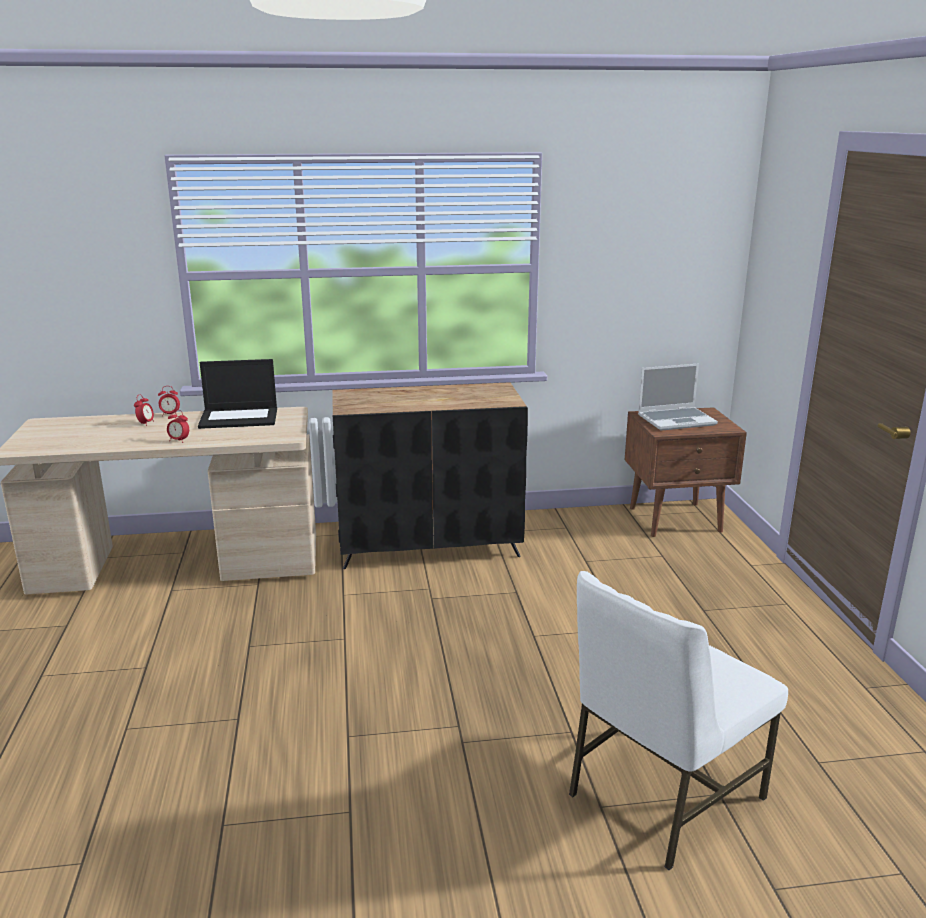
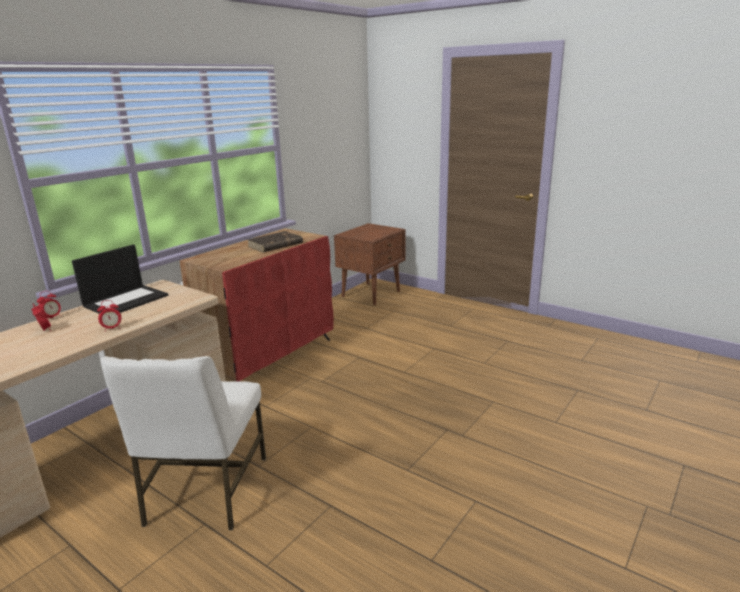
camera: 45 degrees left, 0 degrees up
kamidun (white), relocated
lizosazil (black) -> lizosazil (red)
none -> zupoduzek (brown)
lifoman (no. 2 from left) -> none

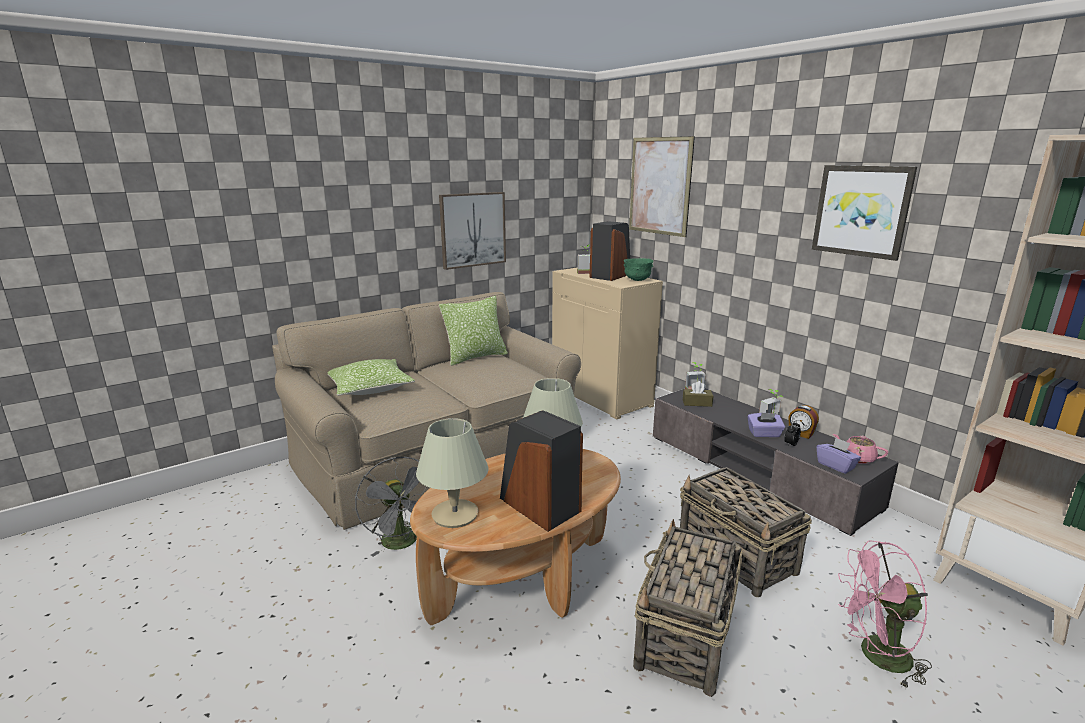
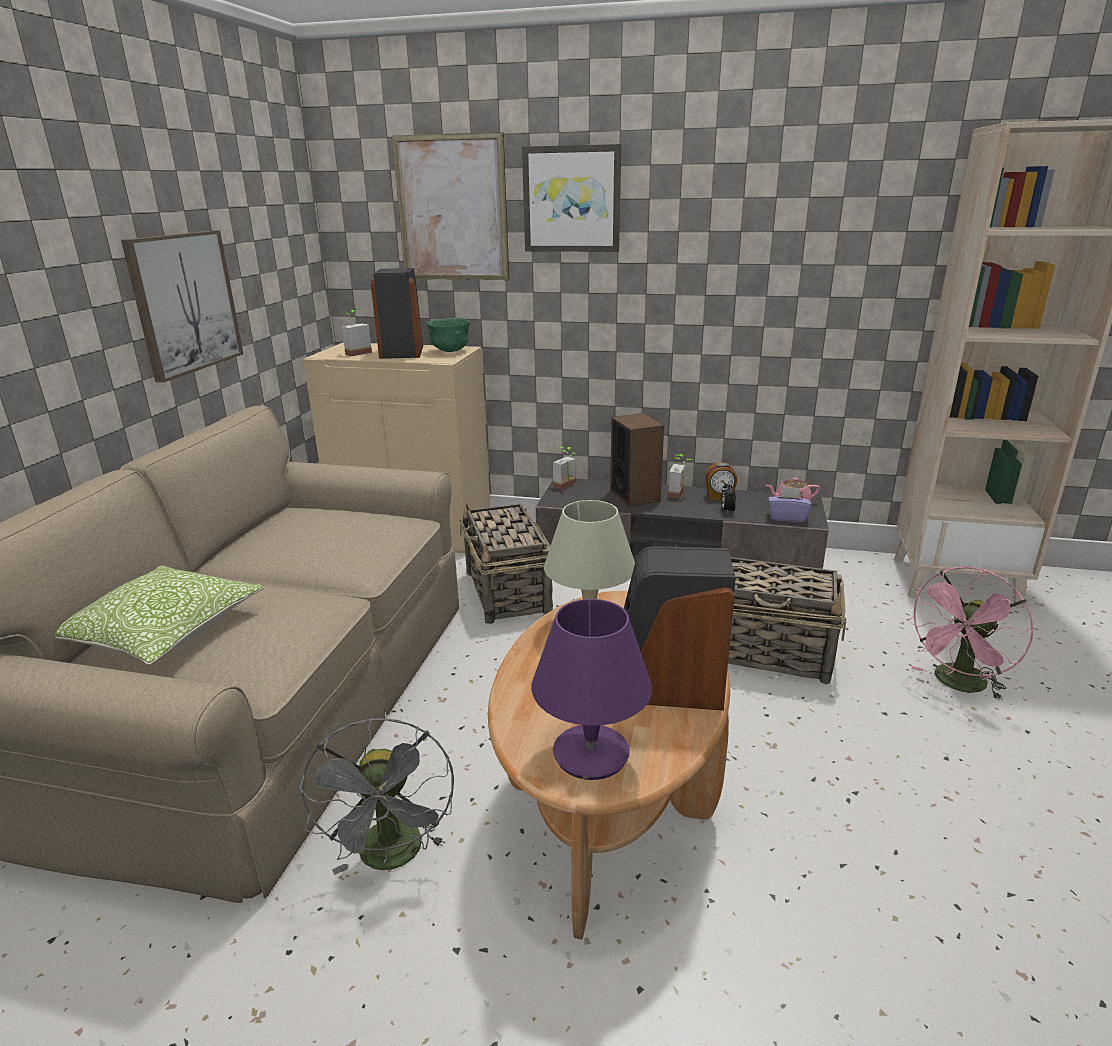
camera: 40 degrees left, 5 degrees up
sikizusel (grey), 60 degrees clockwise
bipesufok (no. 1 from left), relocated
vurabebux (no. 3 from left), relocated
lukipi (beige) (no. 1 from left) -> lukipi (purple)
none -> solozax (no. 2 from left)
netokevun (no. 2 from left) -> none
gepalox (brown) -> none
gepalox (purple) (no. 1 from left) -> none

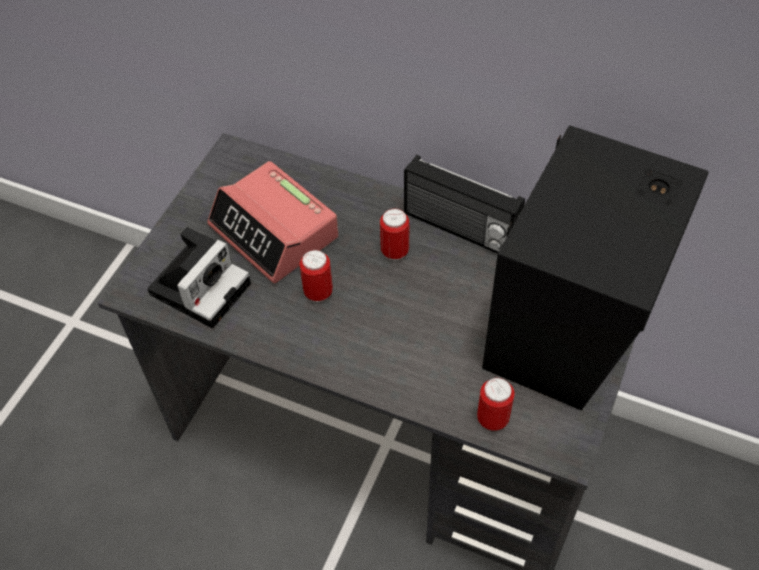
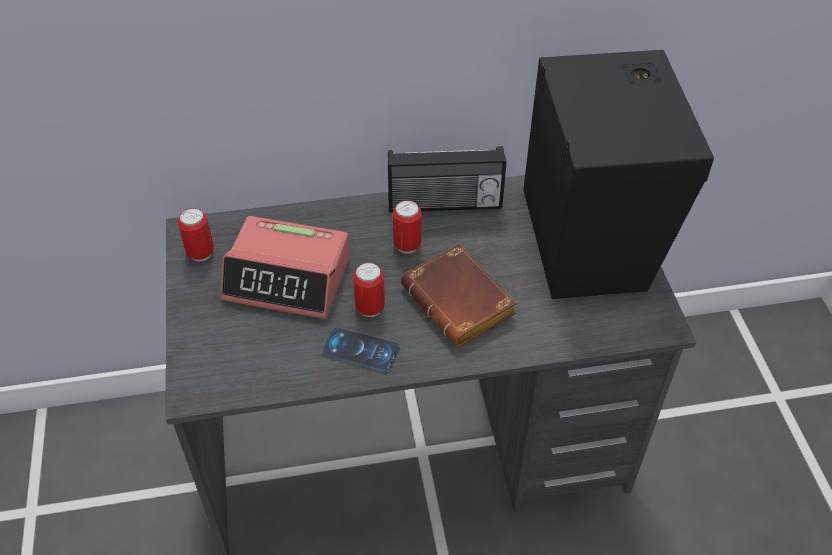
camera: 35 degrees left, 5 degrees down
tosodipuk (no. 3 from left in the first image) -> tosodipuk (no. 1 from left), relocated
none -> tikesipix
none -> zupoduzek (brown)
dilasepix -> none

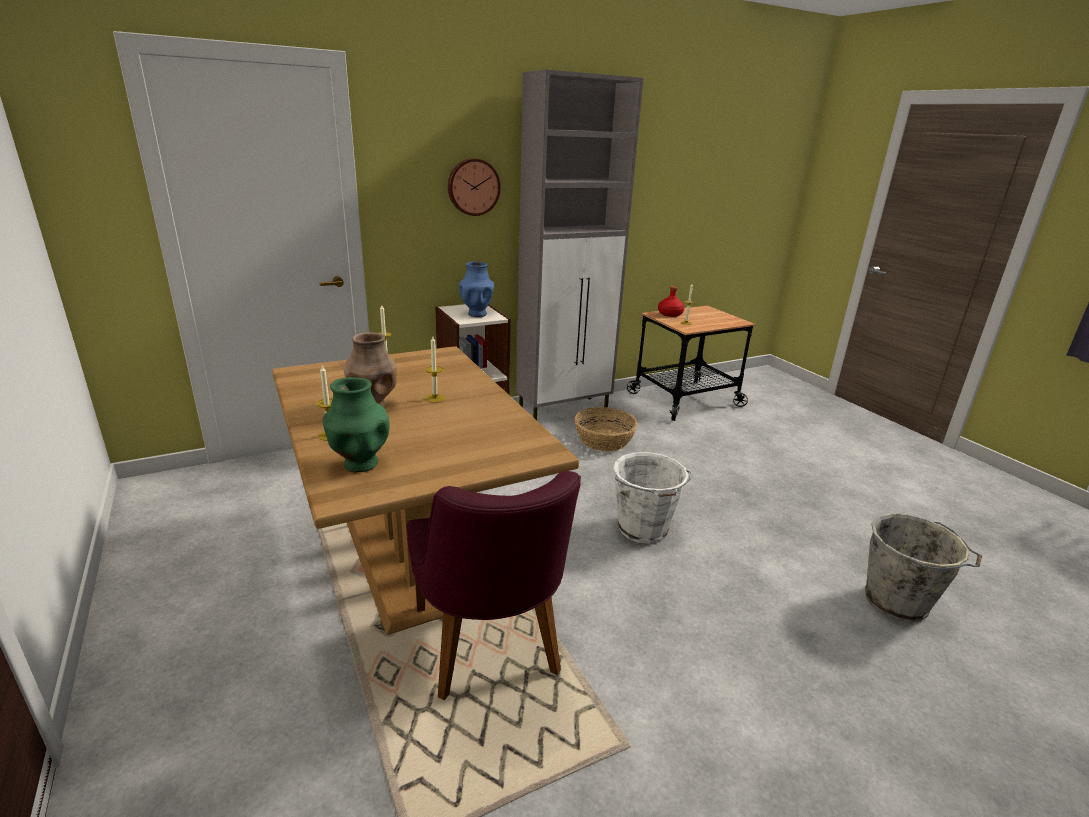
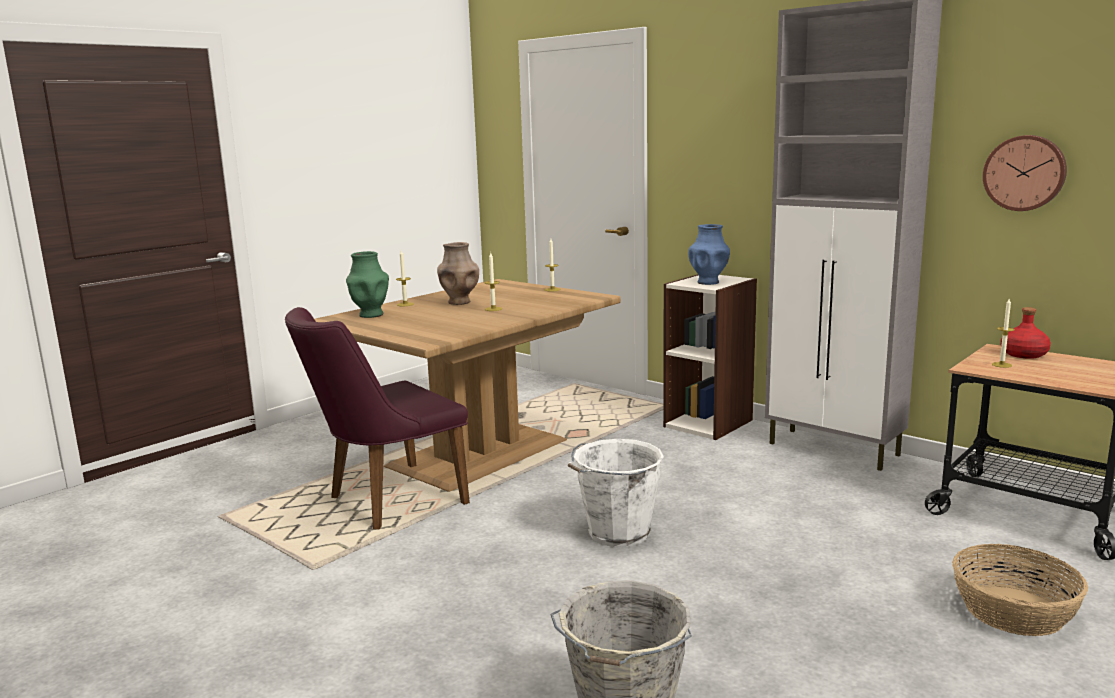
camera: 70 degrees right, 10 degrees down
bipesufok, relocated
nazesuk, relocated

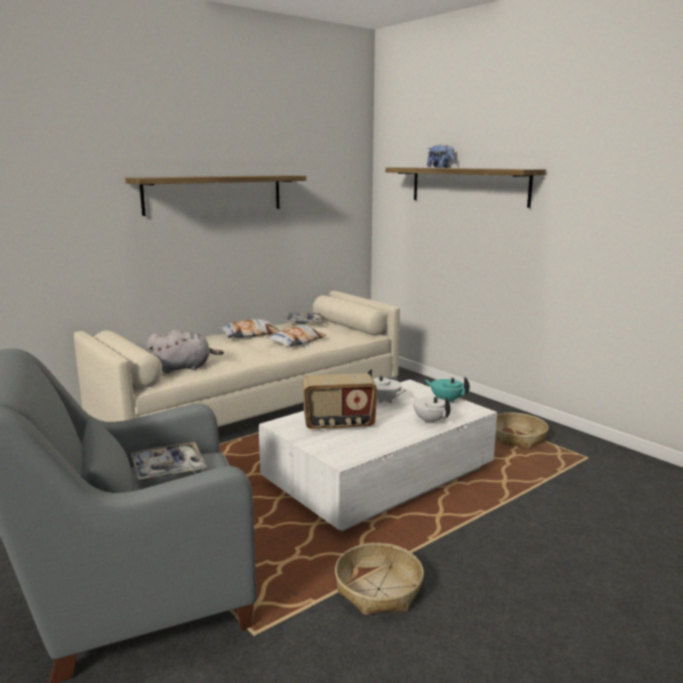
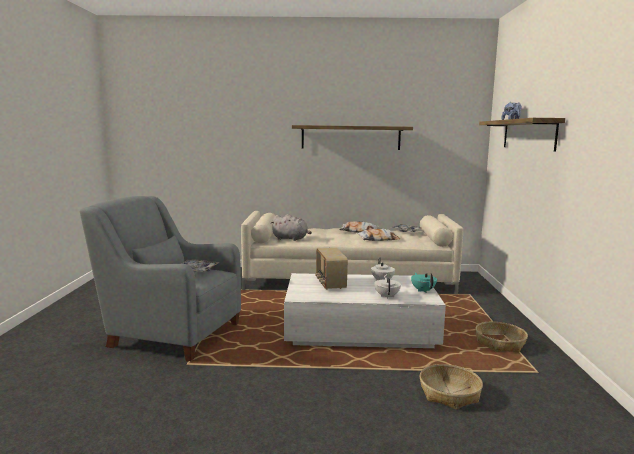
camera: 40 degrees right, 5 degrees down
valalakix, 45 degrees clockwise
bipesufok (no. 1 from left), relocated

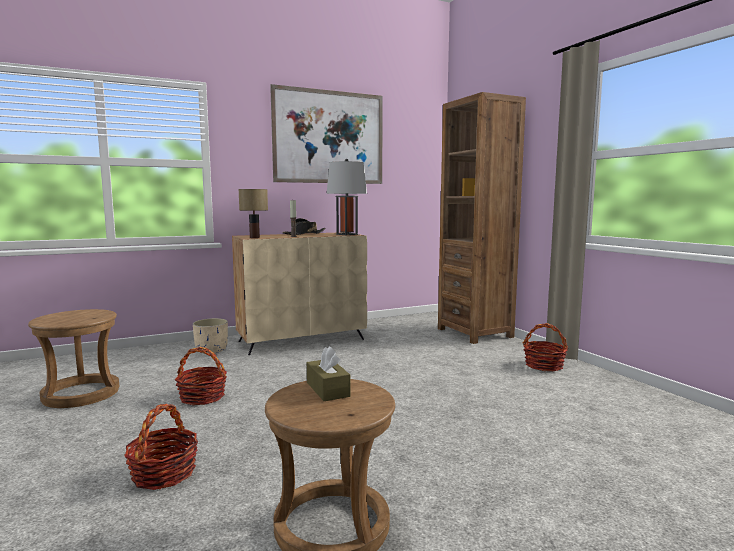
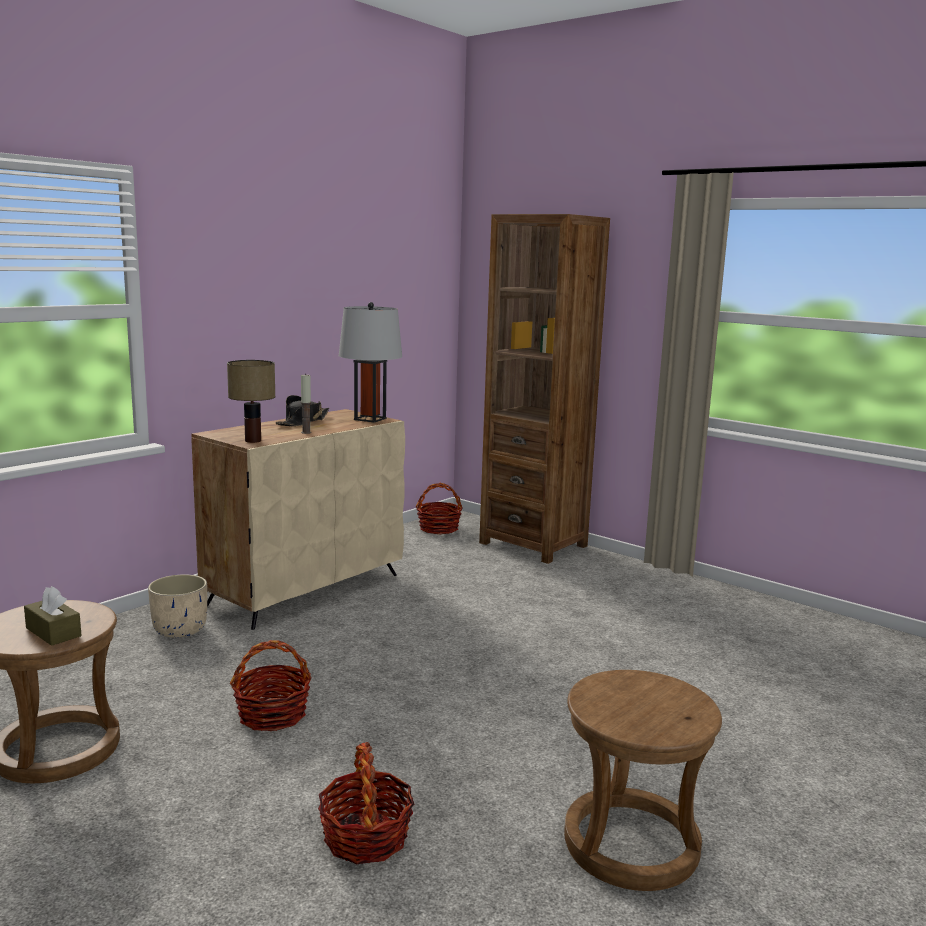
camera: 25 degrees left, 5 degrees up
gepalox (brown), relocated
bipesufok (no. 3 from left), relocated
vurabebux -> none

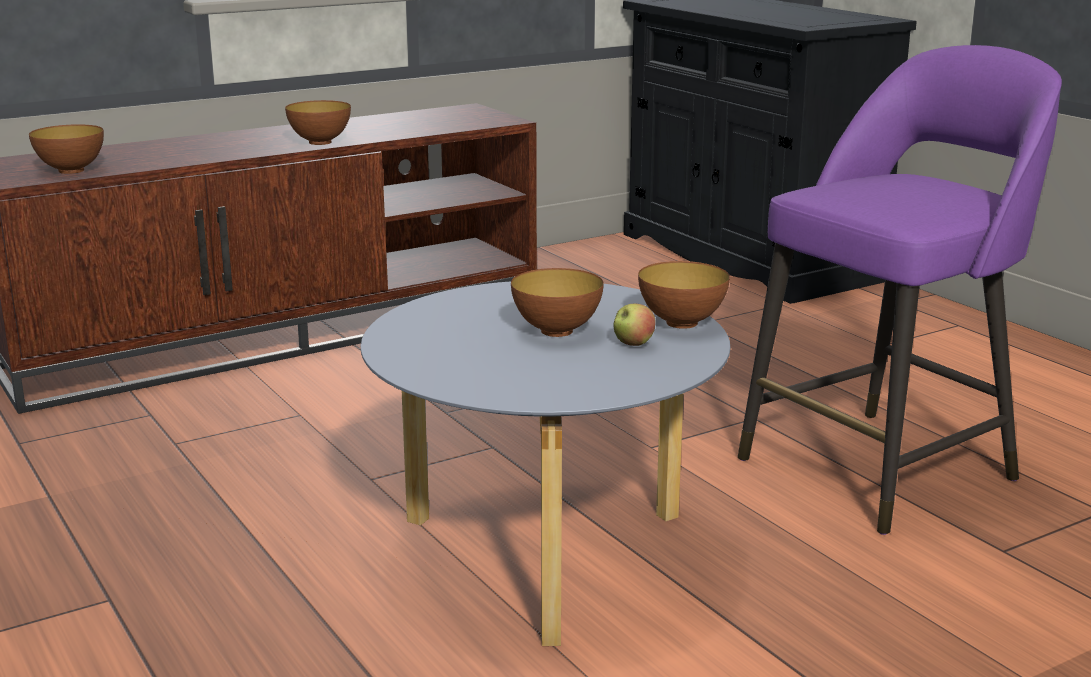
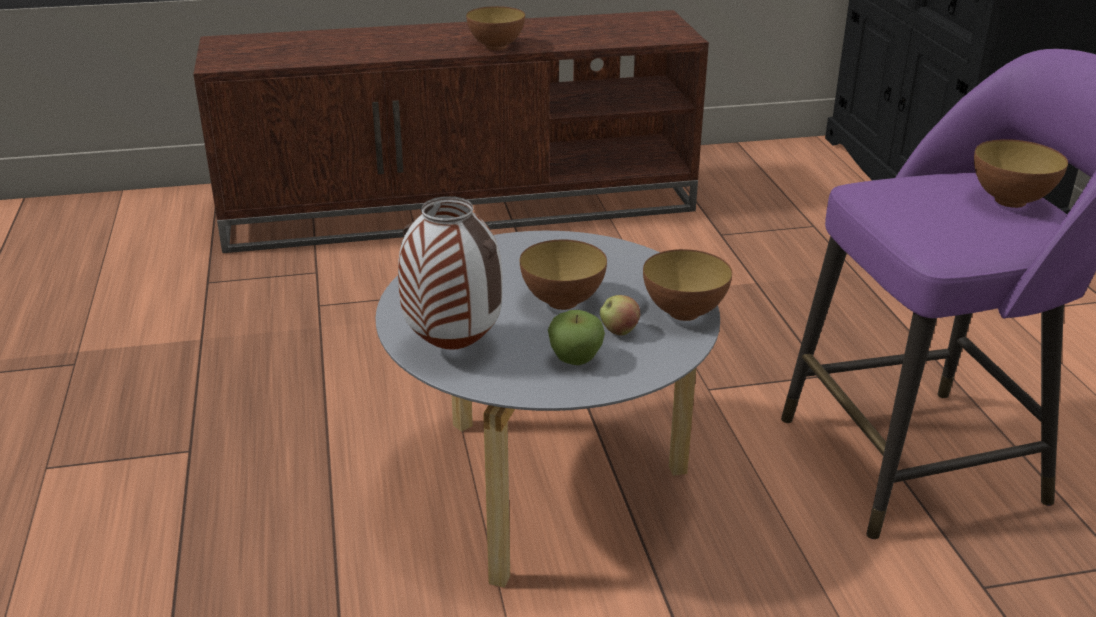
camera: 20 degrees right, 10 degrees up
none -> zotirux
none -> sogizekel (no. 1 from left)
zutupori (no. 1 from left in the first image) -> zutupori (no. 4 from left), relocated

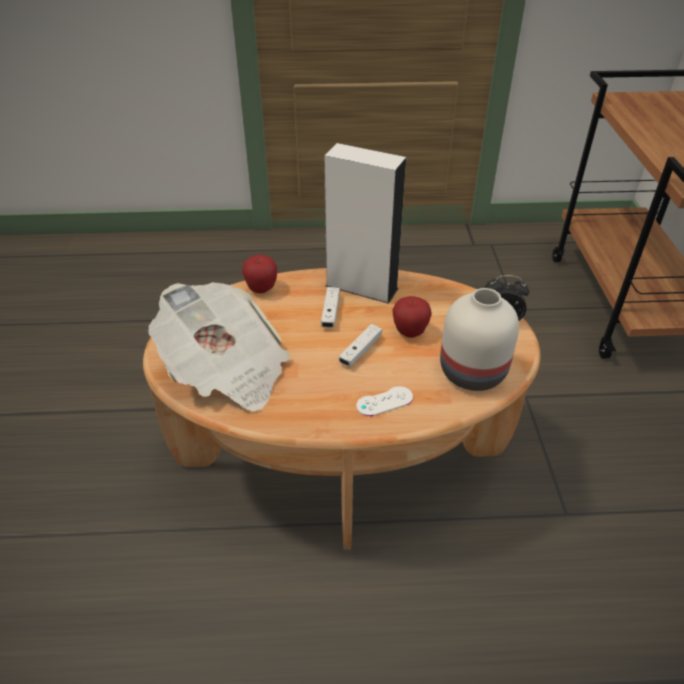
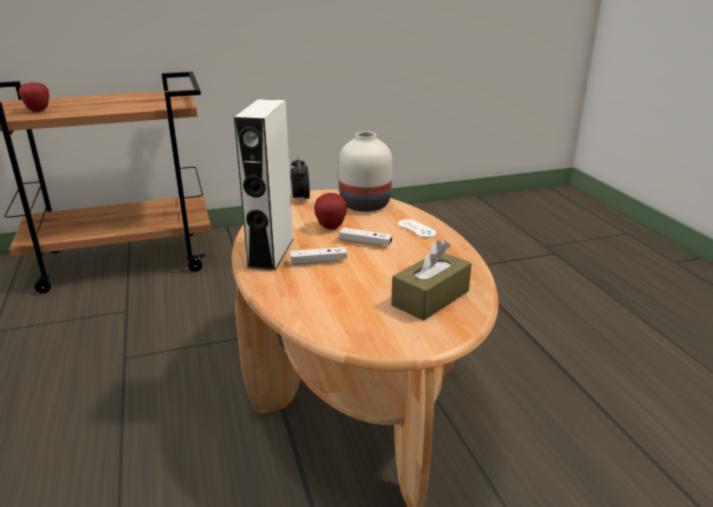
camera: 105 degrees left, 15 degrees down
sogizekel (no. 1 from left), relocated
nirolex -> gepalox (brown)

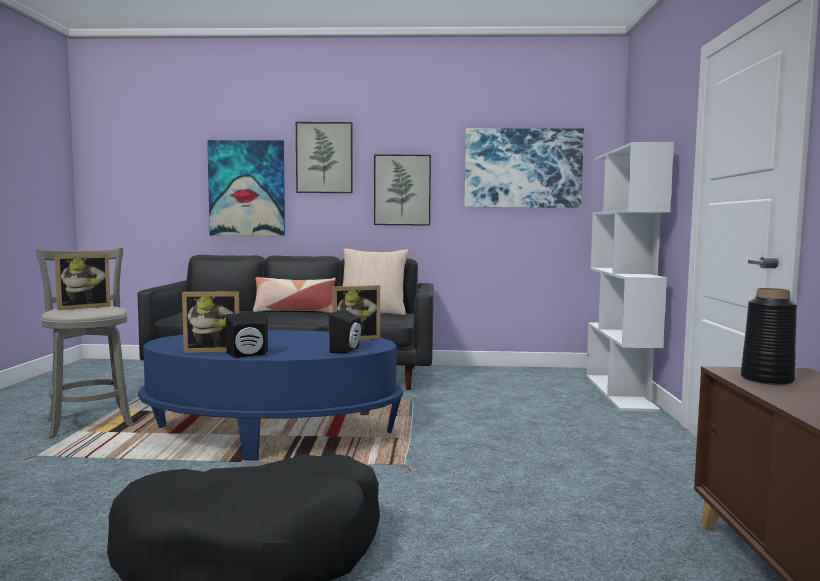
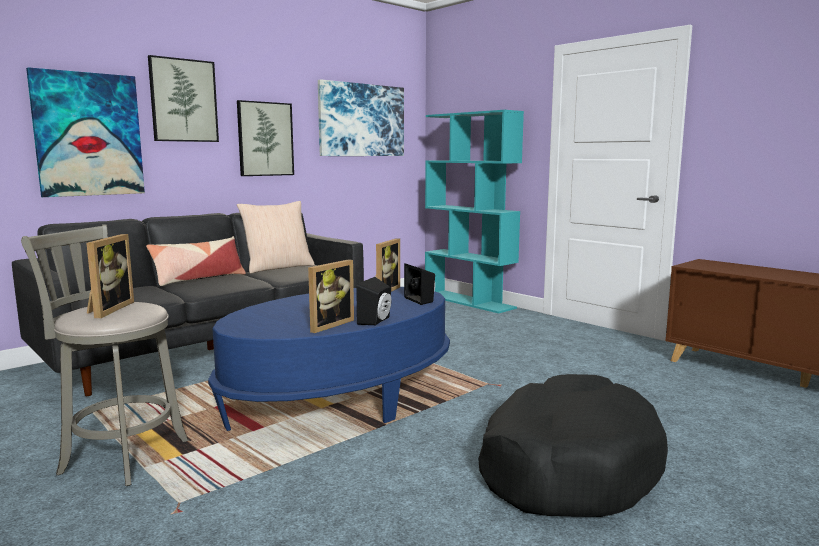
camera: 45 degrees left, 5 degrees up
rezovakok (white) -> rezovakok (turquoise)
zotirux (black) -> none

